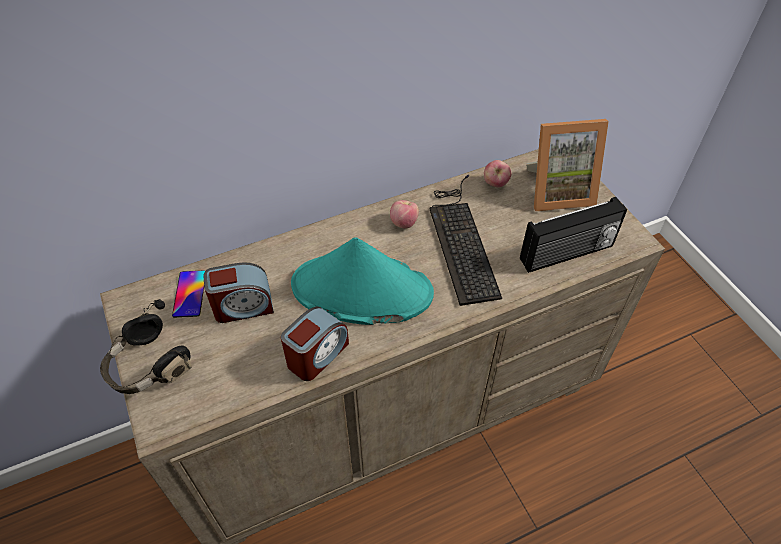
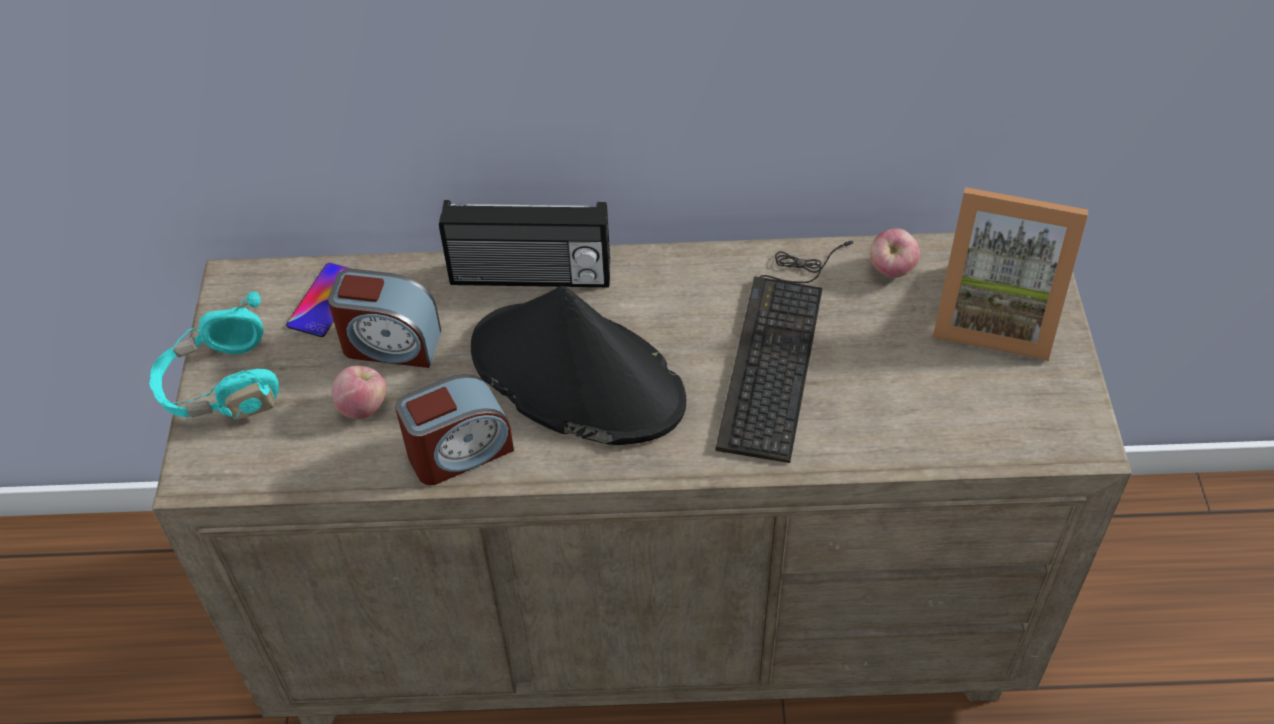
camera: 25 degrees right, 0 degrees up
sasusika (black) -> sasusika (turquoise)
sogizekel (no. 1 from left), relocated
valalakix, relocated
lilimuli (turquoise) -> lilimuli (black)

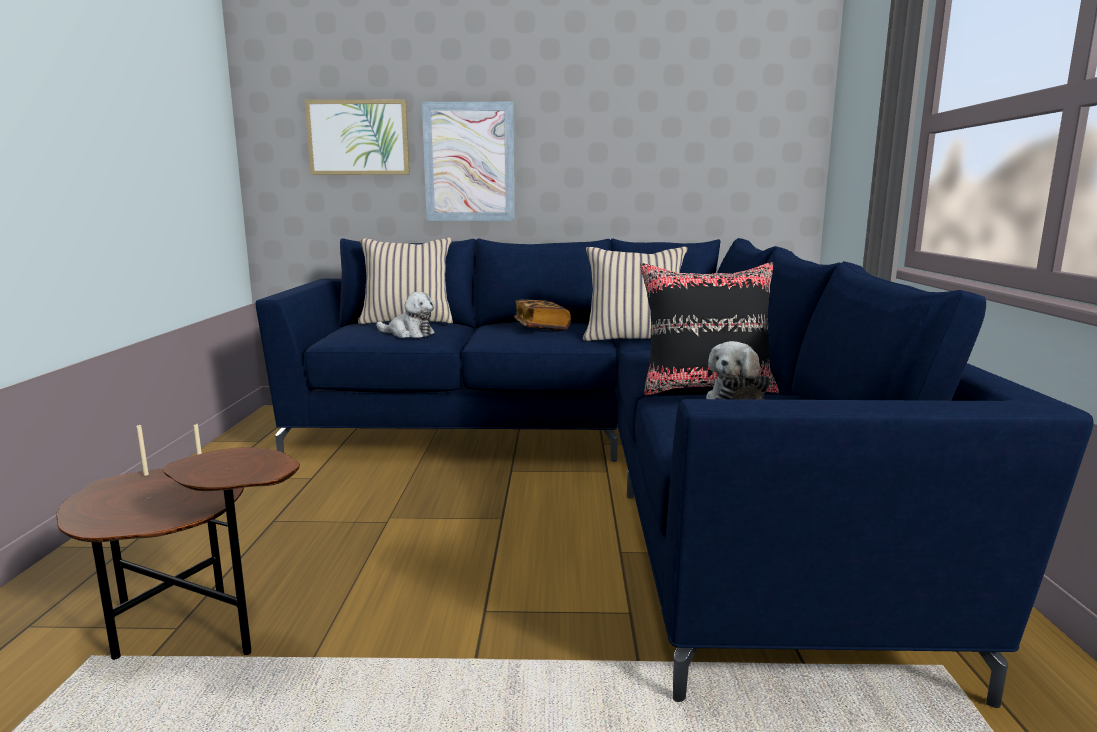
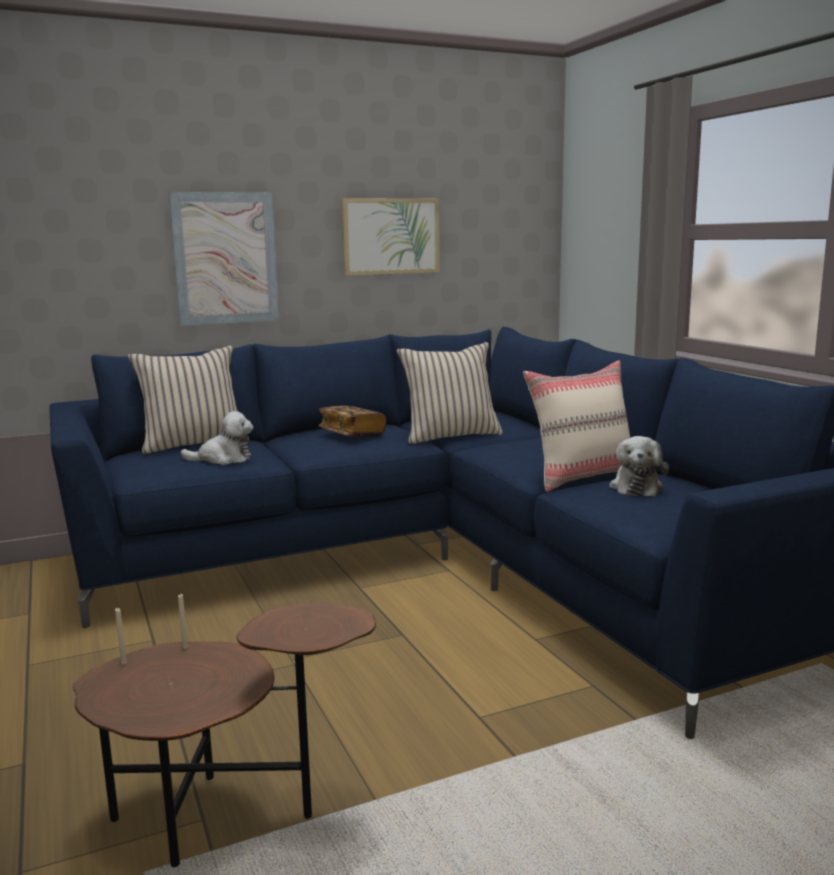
camera: 25 degrees left, 0 degrees up
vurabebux (no. 1 from left in the first image) -> vurabebux (no. 2 from left), relocated
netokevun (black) -> netokevun (beige) (no. 3 from left)

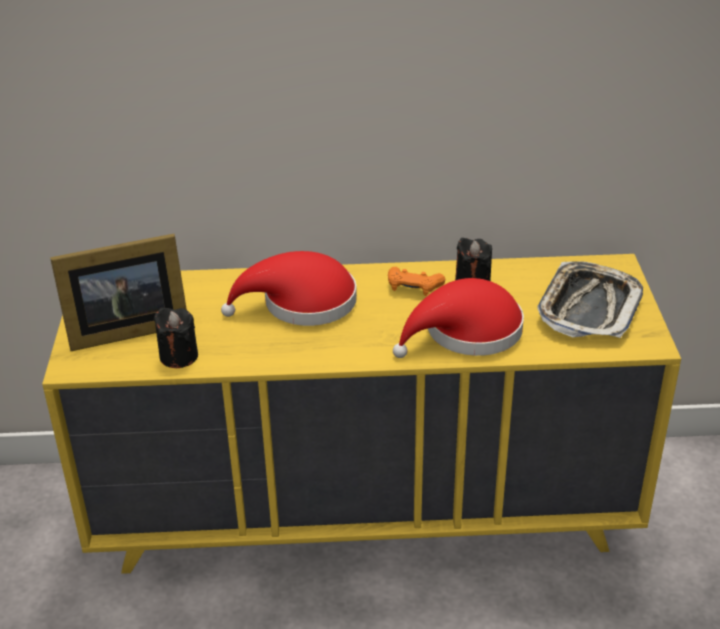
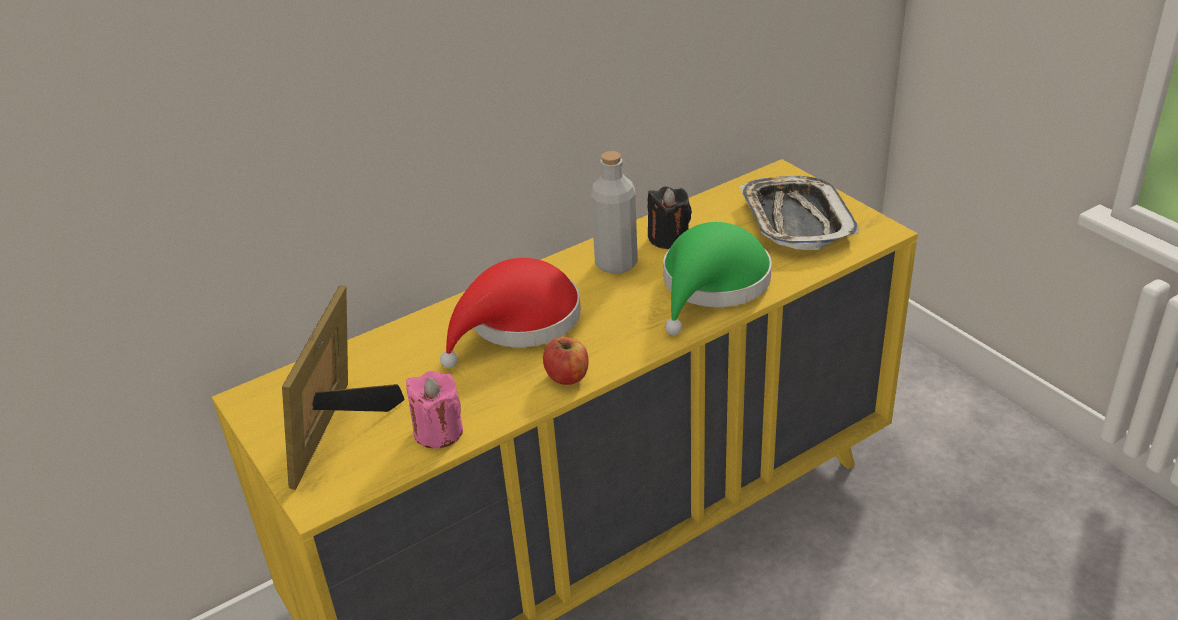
camera: 30 degrees left, 0 degrees up
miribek, 150 degrees clockwise
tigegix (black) (no. 1 from left) -> tigegix (pink)
none -> sogizekel
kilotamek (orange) -> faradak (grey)
lilimuli (red) (no. 2 from left) -> lilimuli (green)

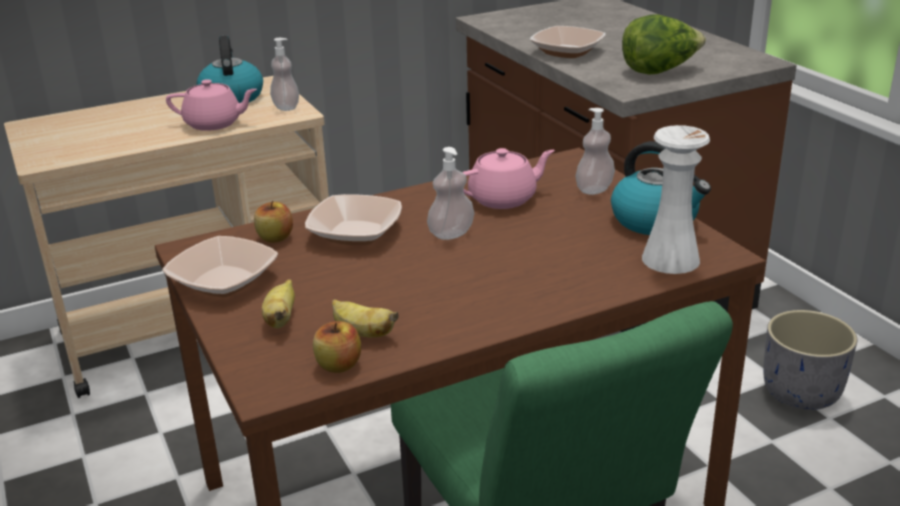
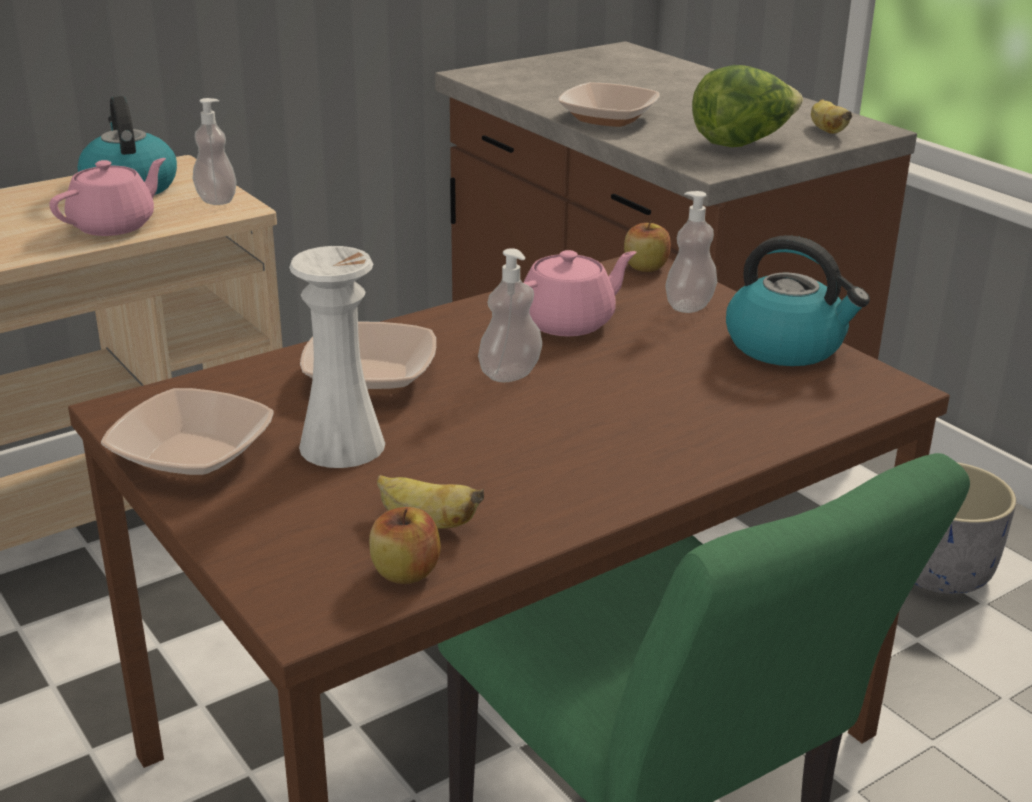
camera: 10 degrees left, 0 degrees up
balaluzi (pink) (no. 1 from left), 45 degrees counterclockwise
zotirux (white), relocated
sogizekel (no. 1 from left in the first image) -> sogizekel (no. 2 from left), relocated
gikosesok (no. 1 from left in the first image) -> gikosesok (no. 2 from left), relocated

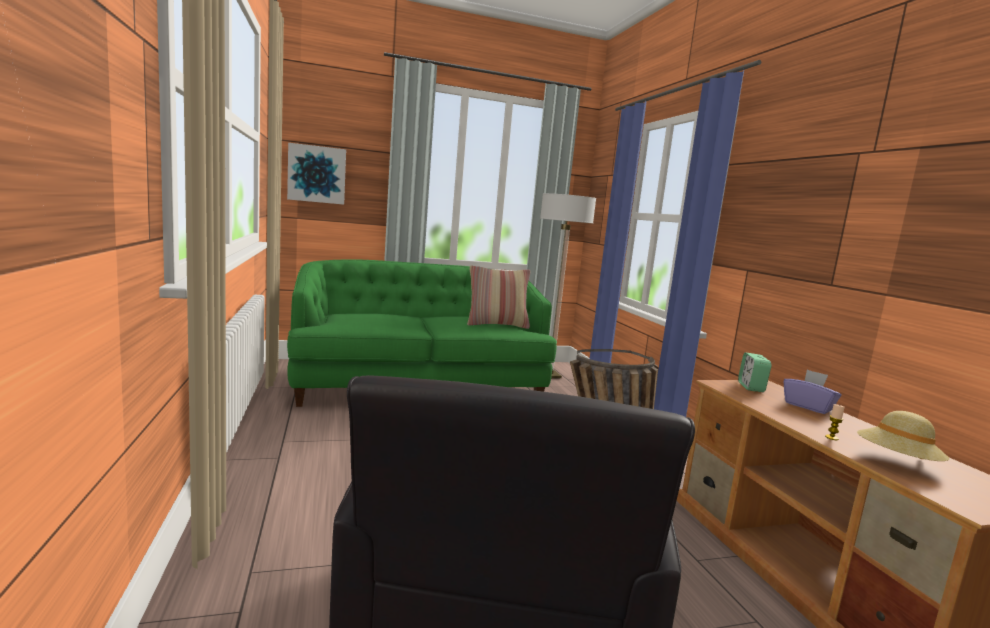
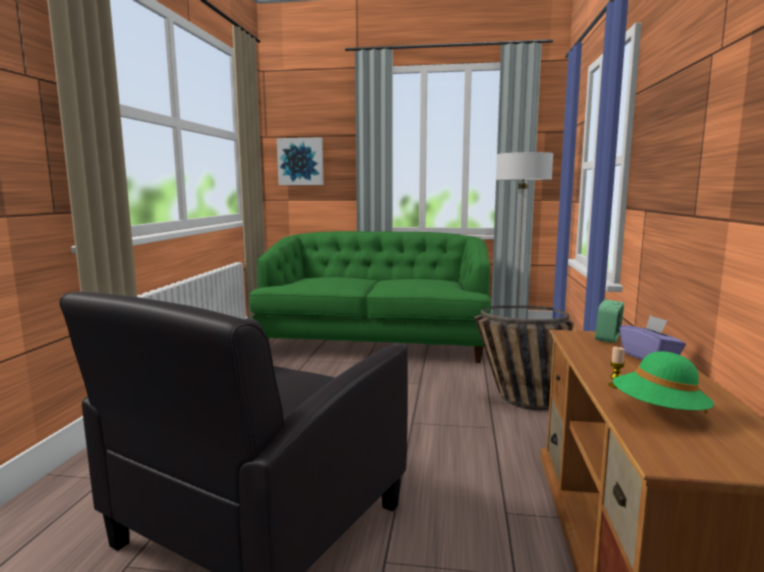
camera: 25 degrees right, 0 degrees up
lilimuli (beige) -> lilimuli (green)
netokevun -> none

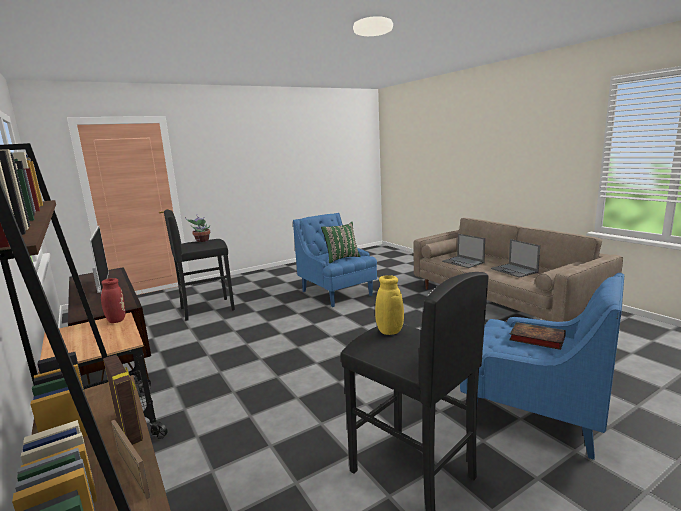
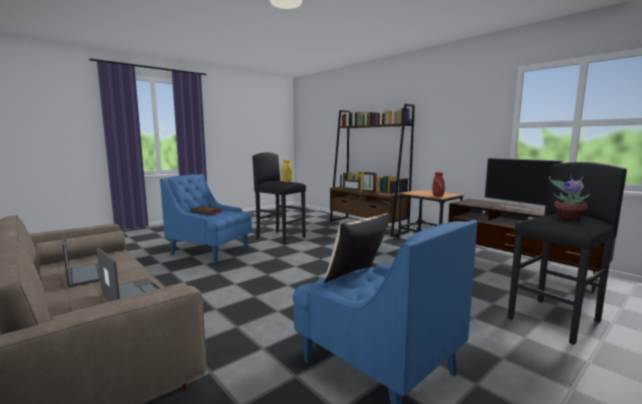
camera: 170 degrees right, 5 degrees down
netokevun (green) -> netokevun (beige)

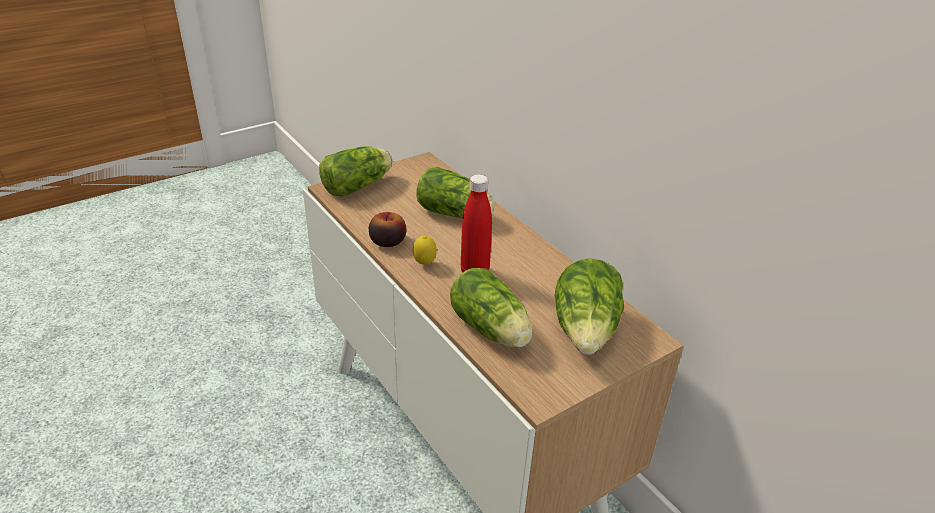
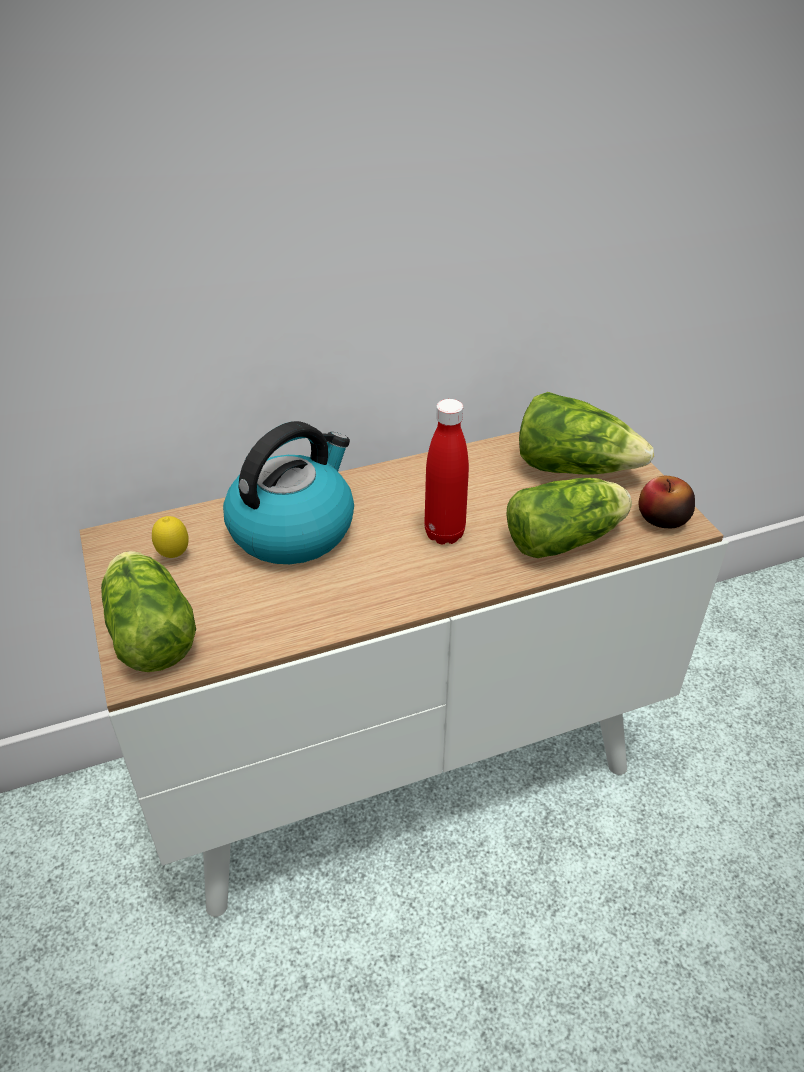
camera: 75 degrees left, 5 degrees up
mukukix, relocated
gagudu (no. 2 from left) -> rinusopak
sogizekel, relocated

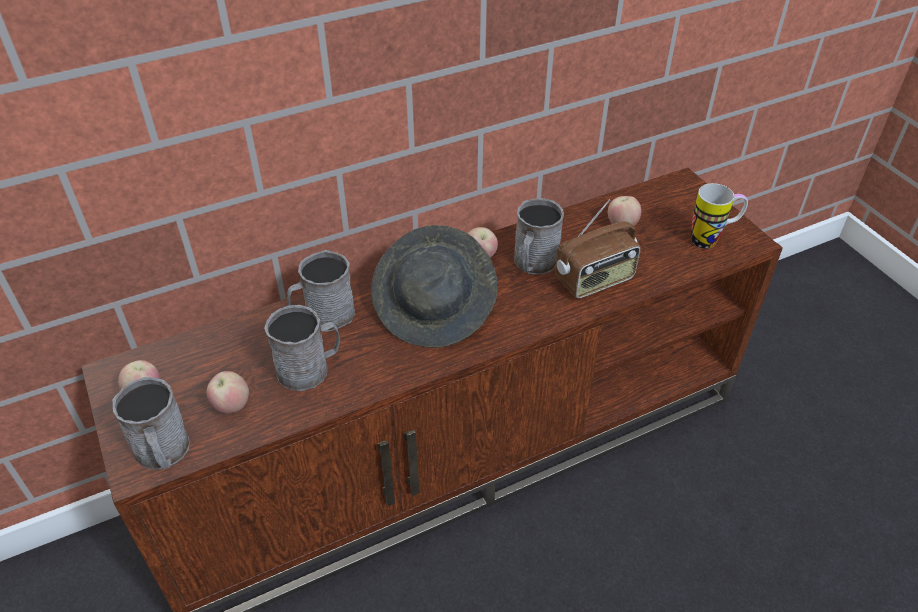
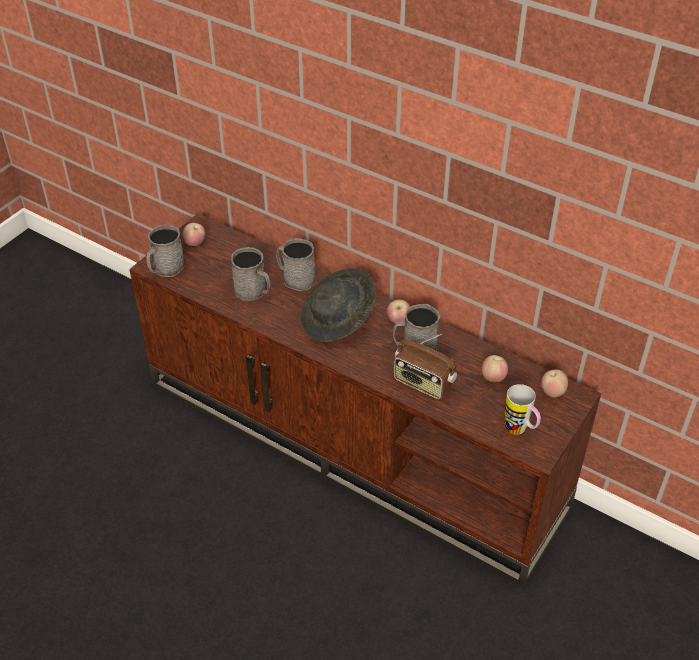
camera: 60 degrees right, 0 degrees up
sogizekel (no. 2 from left in the first image) -> sogizekel (no. 4 from left), relocated

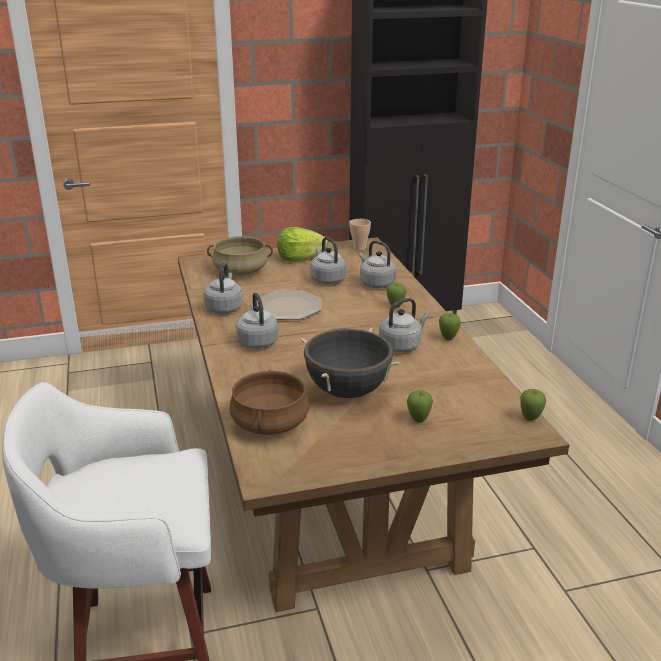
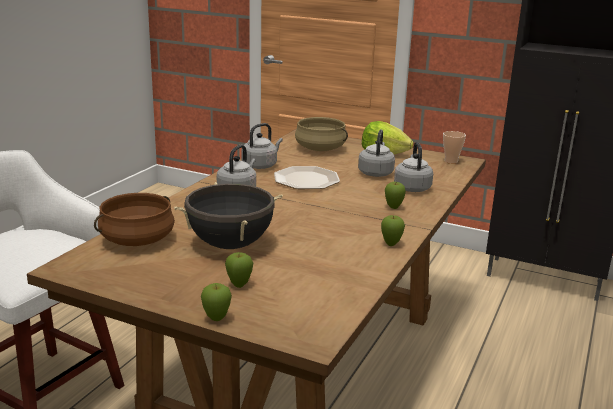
camera: 40 degrees right, 5 degrees down
sogizekel (no. 4 from left in the first image) -> sogizekel (no. 1 from left), relocated
rinusopak (grey) (no. 5 from left) -> none

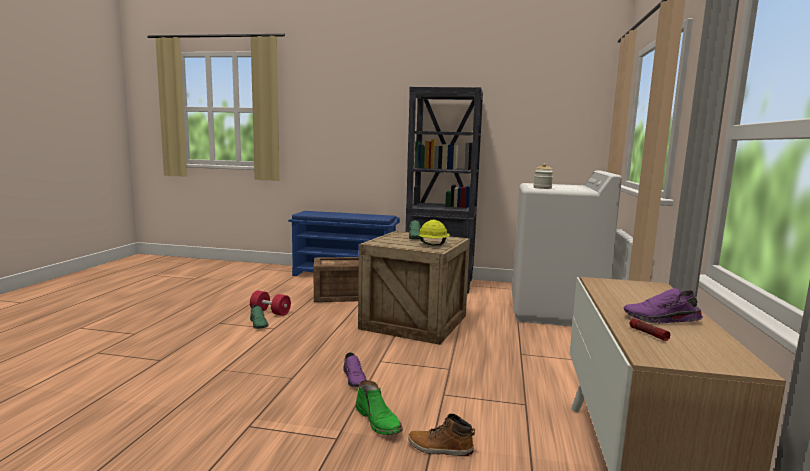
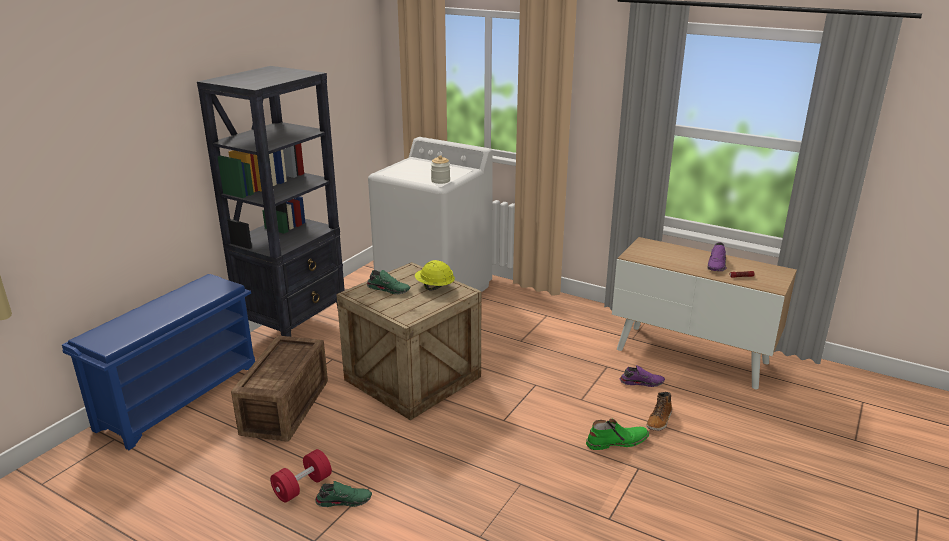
camera: 70 degrees left, 15 degrees up
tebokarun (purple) (no. 1 from left), relocated

